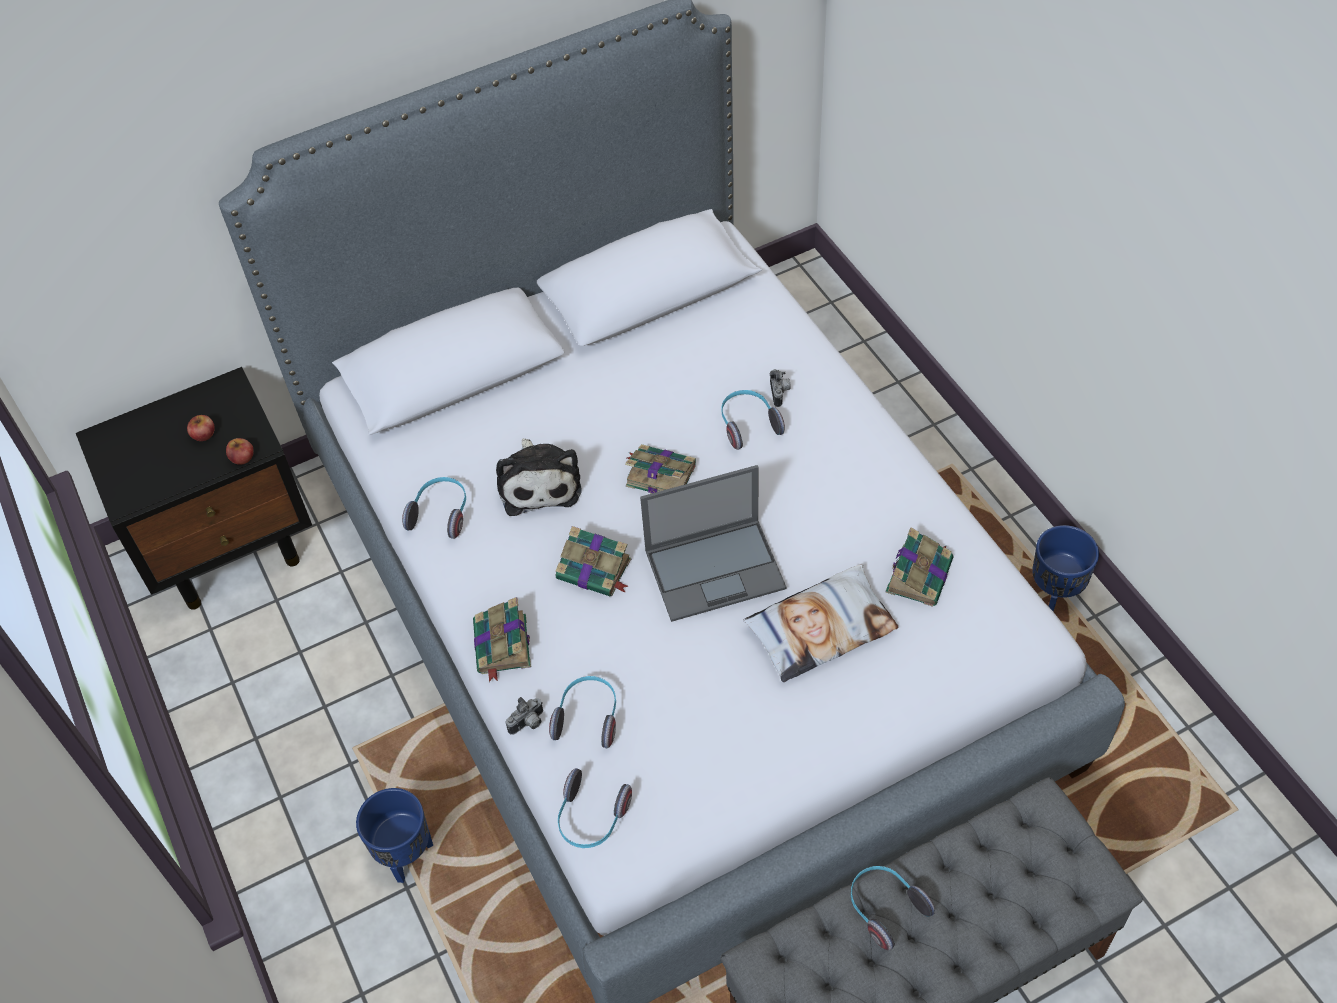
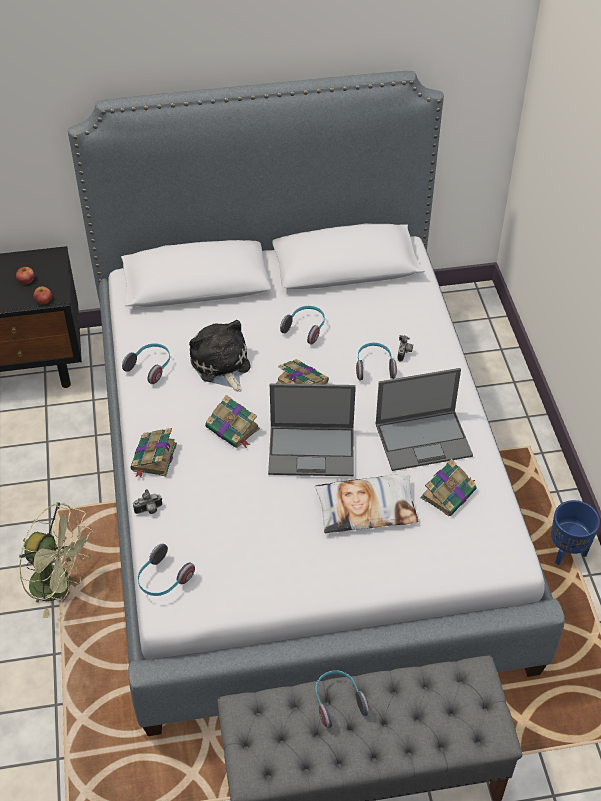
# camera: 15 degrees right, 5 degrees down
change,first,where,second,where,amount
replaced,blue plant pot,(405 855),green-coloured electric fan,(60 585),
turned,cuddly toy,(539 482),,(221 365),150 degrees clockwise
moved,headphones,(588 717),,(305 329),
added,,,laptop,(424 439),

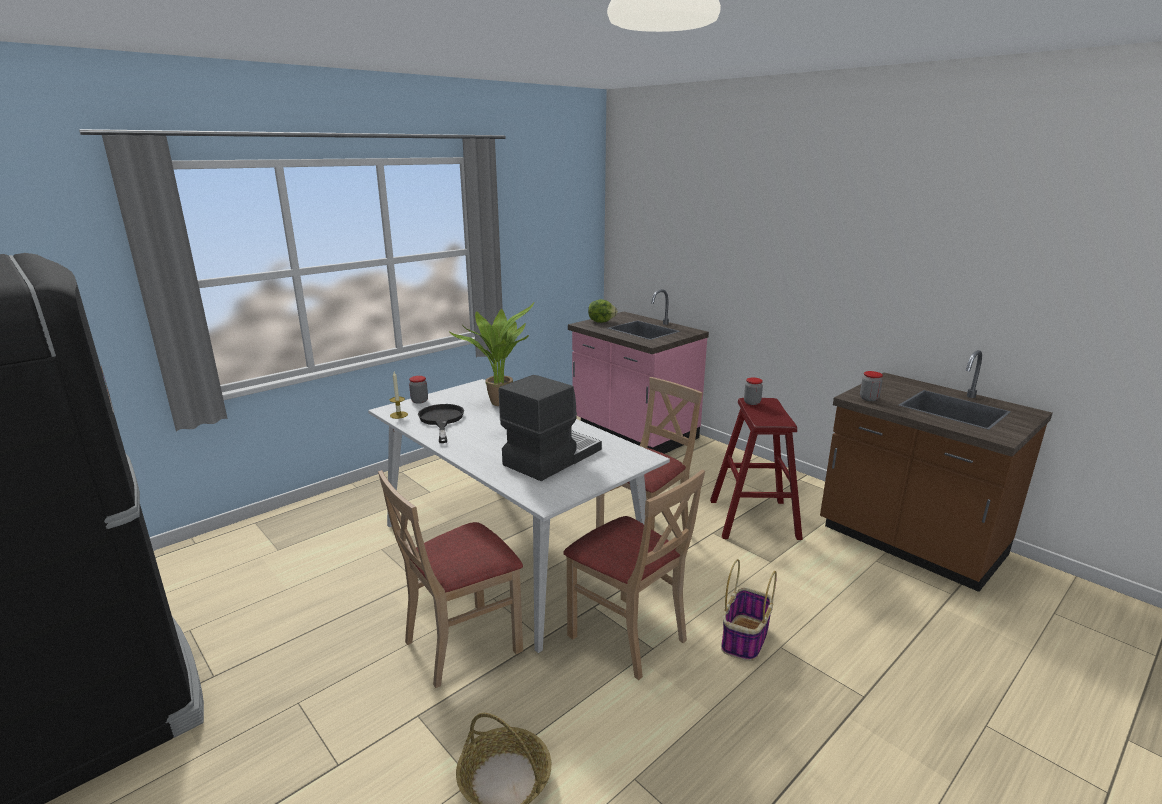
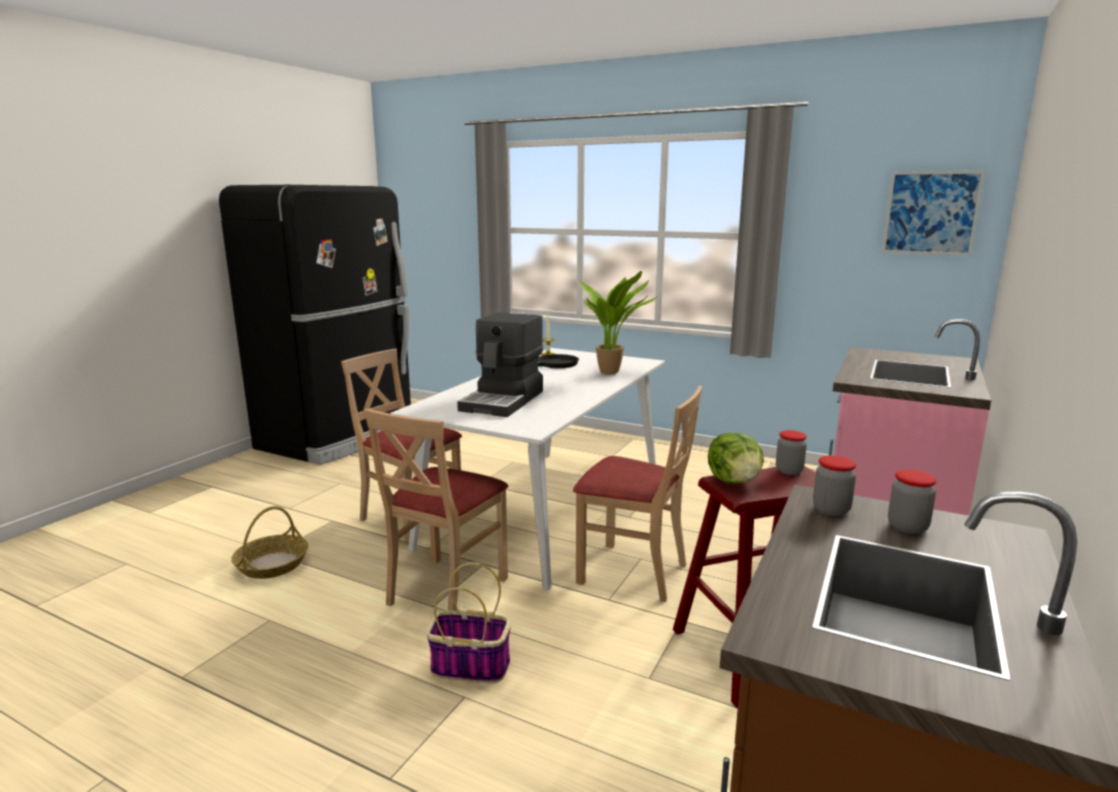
# camera: 70 degrees right, 5 degrees down
change,first,where,second,where,amount
turned,coffee machine,(551 457),,(504 401),90 degrees clockwise
moved,lettuce,(601 321),,(735 481),
added,,,wall art,(931 213),
moved,storage jar,(419 401),,(907 527),

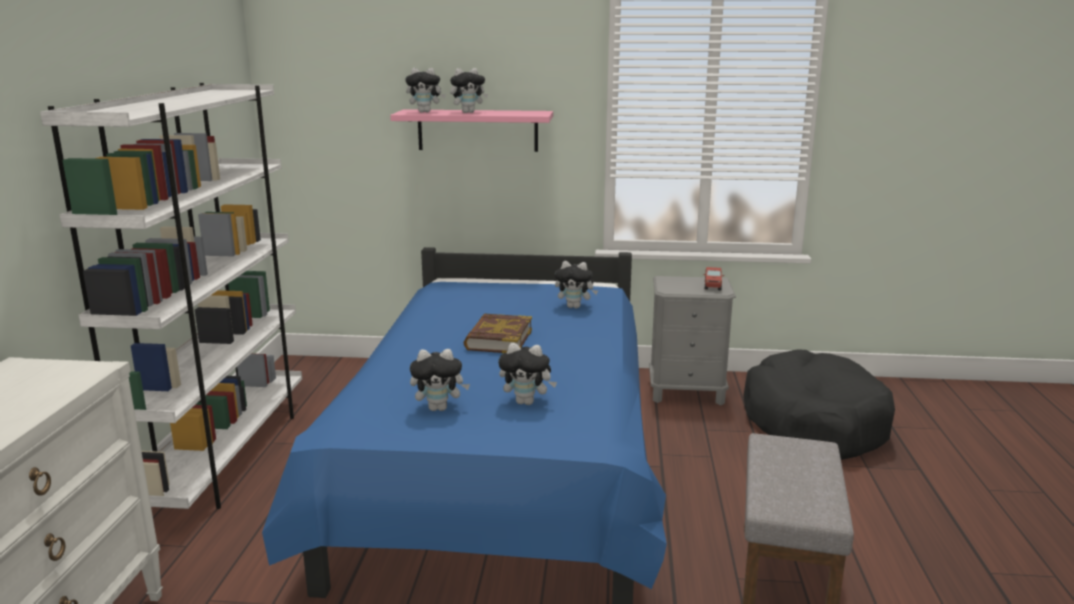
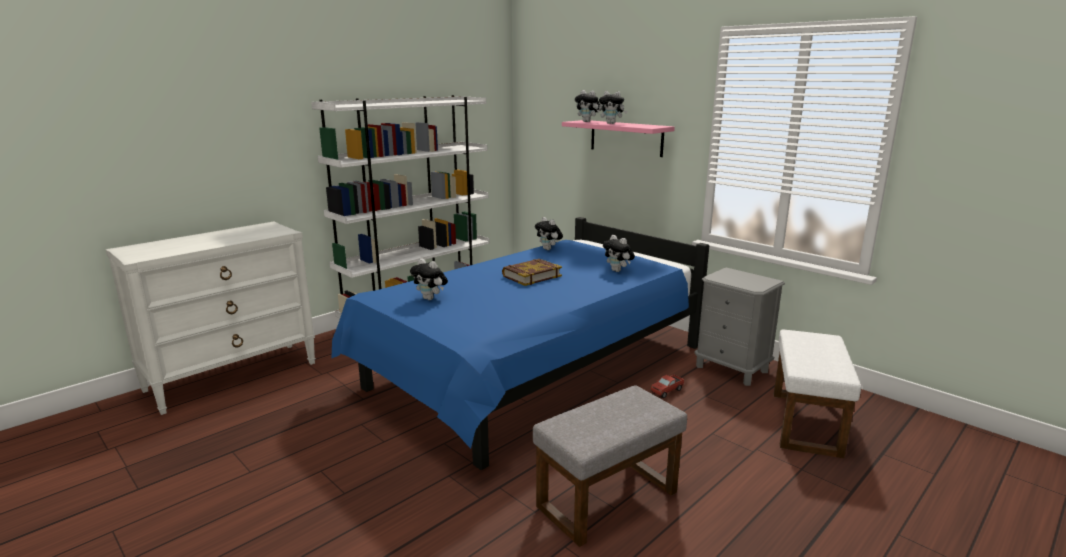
# camera: 40 degrees right, 0 degrees up
change,first,where,second,where,amount
moved,cuddly toy,(527 402),,(549 249),
moved,toy lorry,(712 285),,(667 391),
replaced,blackish dog bed,(814 423),white pouffe,(807 424),

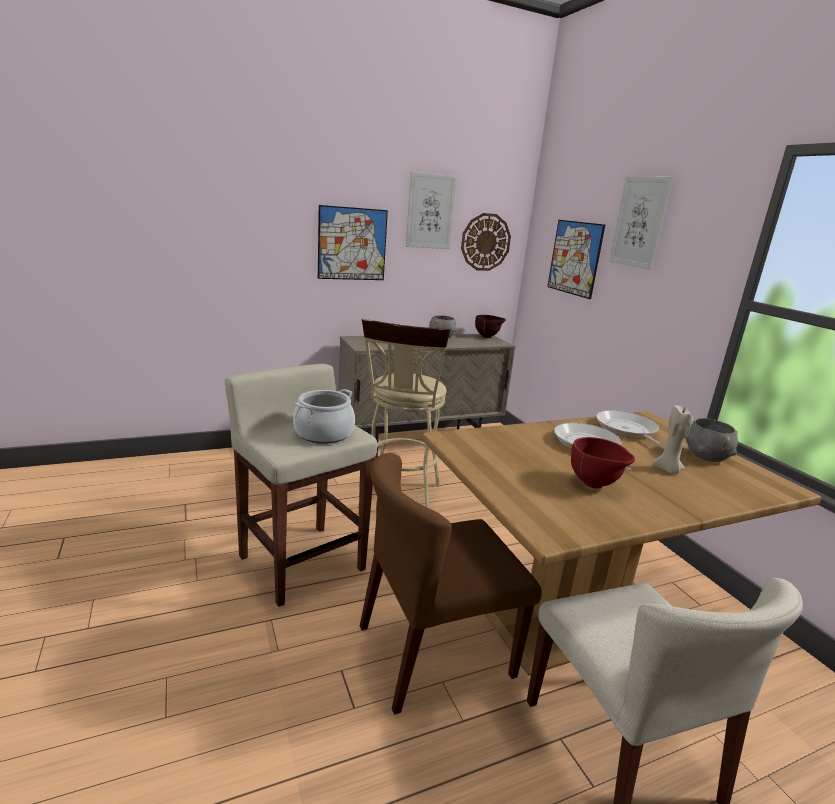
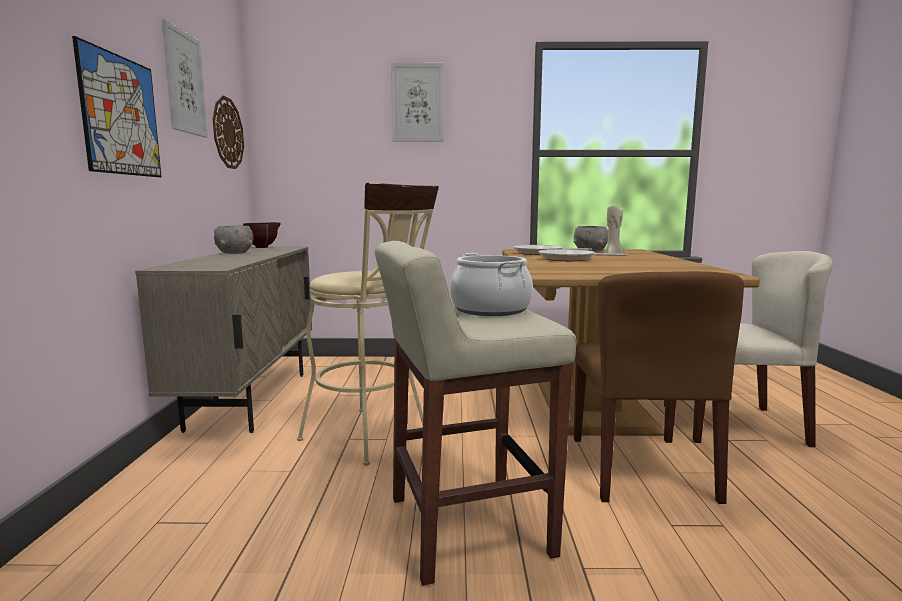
# camera: 65 degrees left, 10 degrees down
change,first,where,second,where,amount
removed,wall art,(574 258),,,
removed,reddish deep dish,(595 485),,,

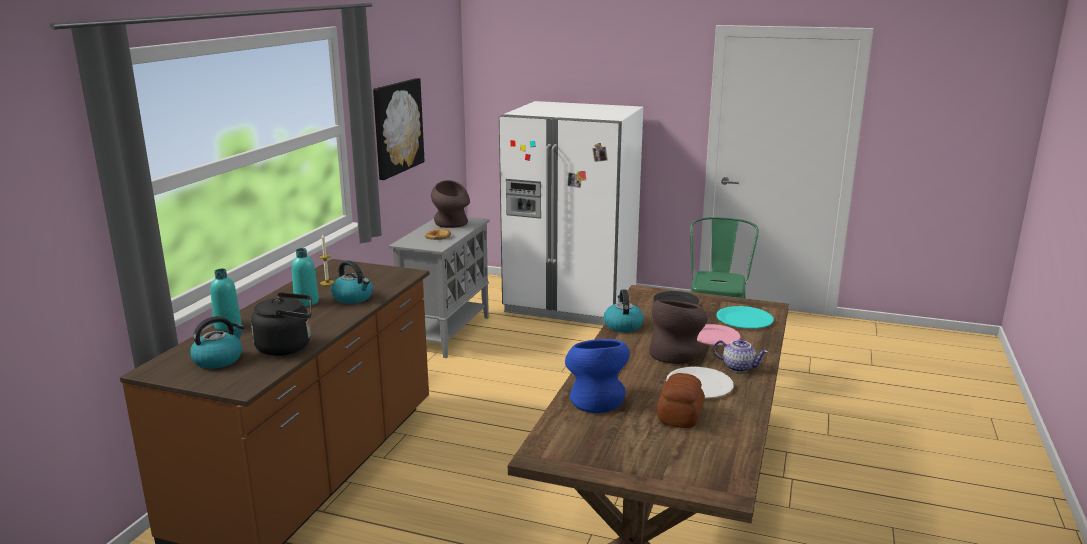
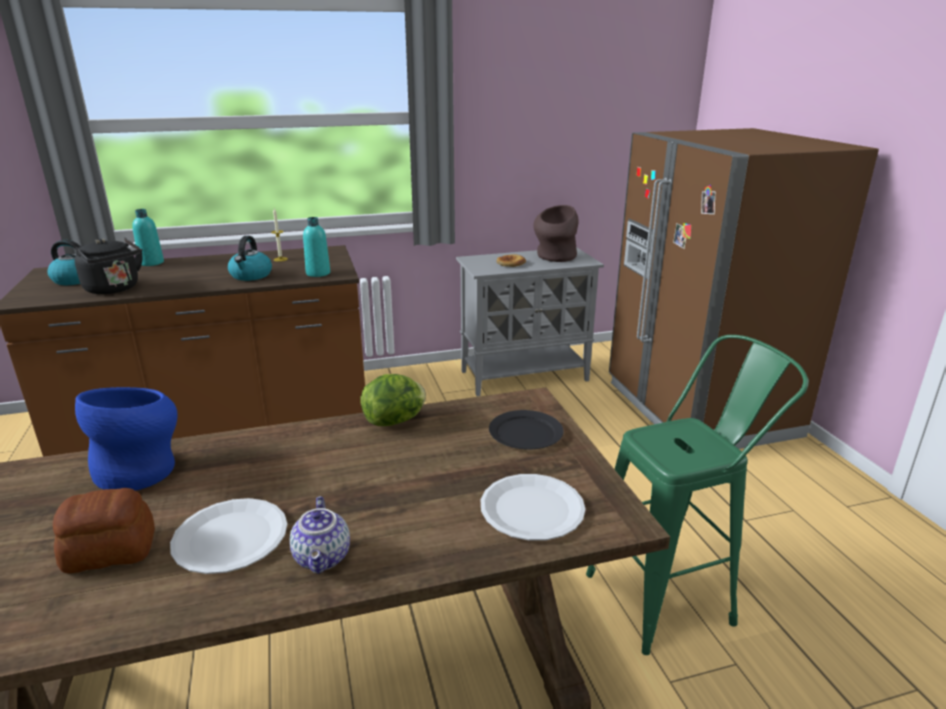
# camera: 55 degrees right, 5 degrees up
change,first,where,second,where,amount
moved,turquoise bottle,(306 302),,(318 273),
replaced,water kettle,(623 325),lettuce,(395 421),
recoloured,turquoise flat dish,(744 319),white flat dish,(532 509),
recoloured,white fridge,(571 304),brownish fridge,(699 409),
removed,wall art,(397 127),,,
removed,brownish flower vase,(676 353),,,
removed,pink-coloured flat dish,(714 337),,,

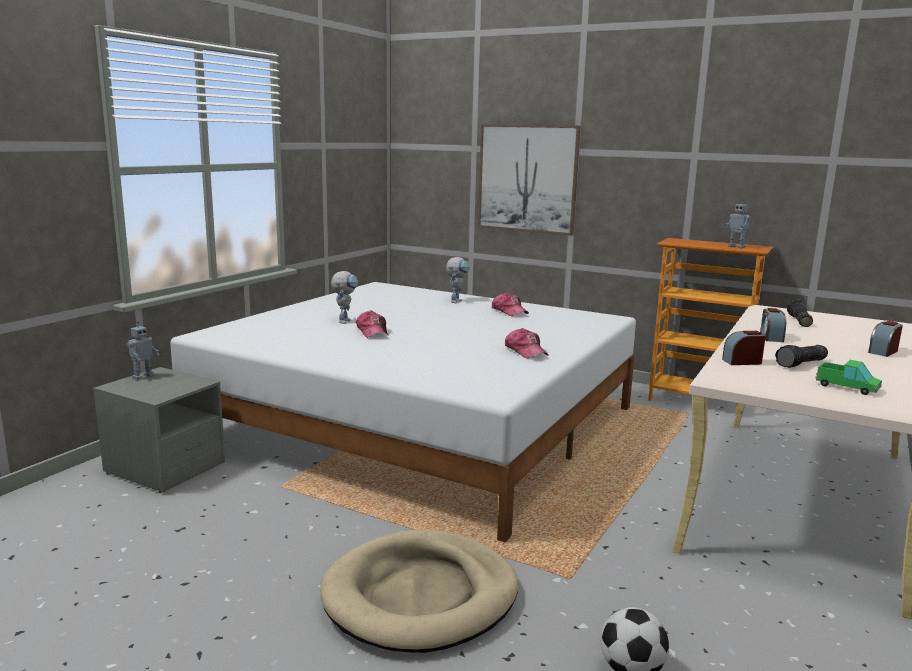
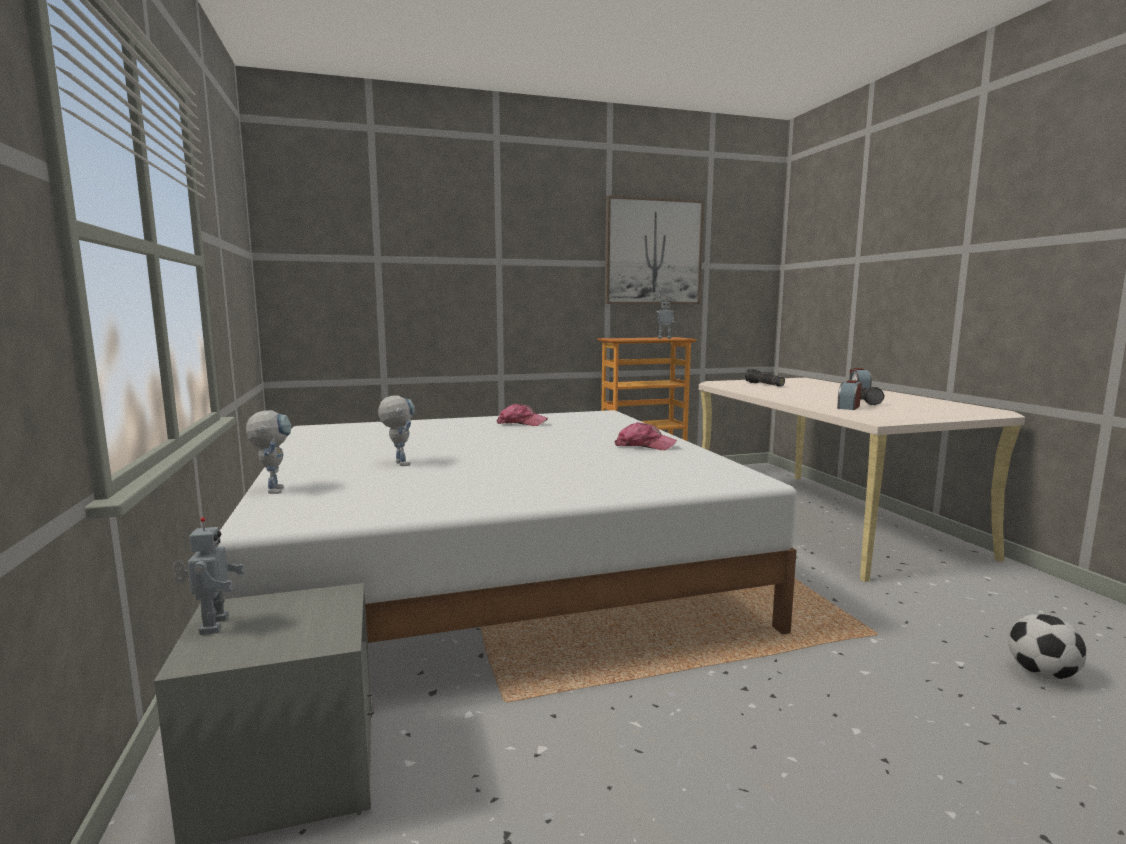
# camera: 45 degrees left, 5 degrees down
change,first,where,second,where,amount
moved,toy robot,(456 301),,(274 489),
moved,wall art,(527 178),,(653 252),
removed,beige-coloured dog bed,(421 596),,,
removed,peaked cap,(373 332),,,
removed,alarm clock,(771 337),,,
removed,toy lorry,(847 387),,,

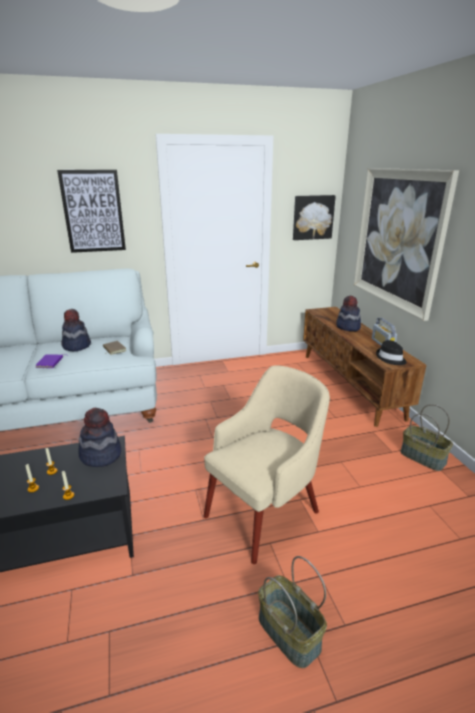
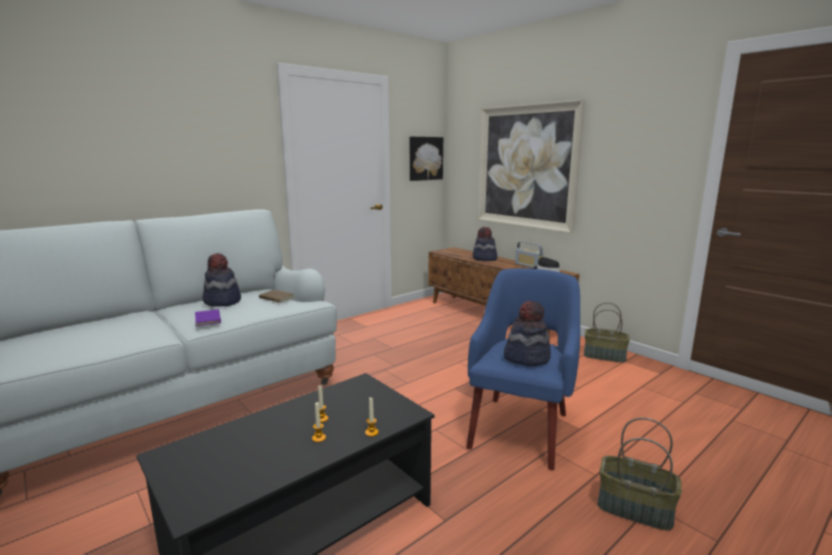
# camera: 25 degrees left, 10 degrees down
change,first,where,second,where,amount
recoloured,beige-coloured lounge chair,(265 512),blue lounge chair,(520 428),
moved,clothing hat,(101 455),,(526 357),
removed,wall art,(93 211),,,

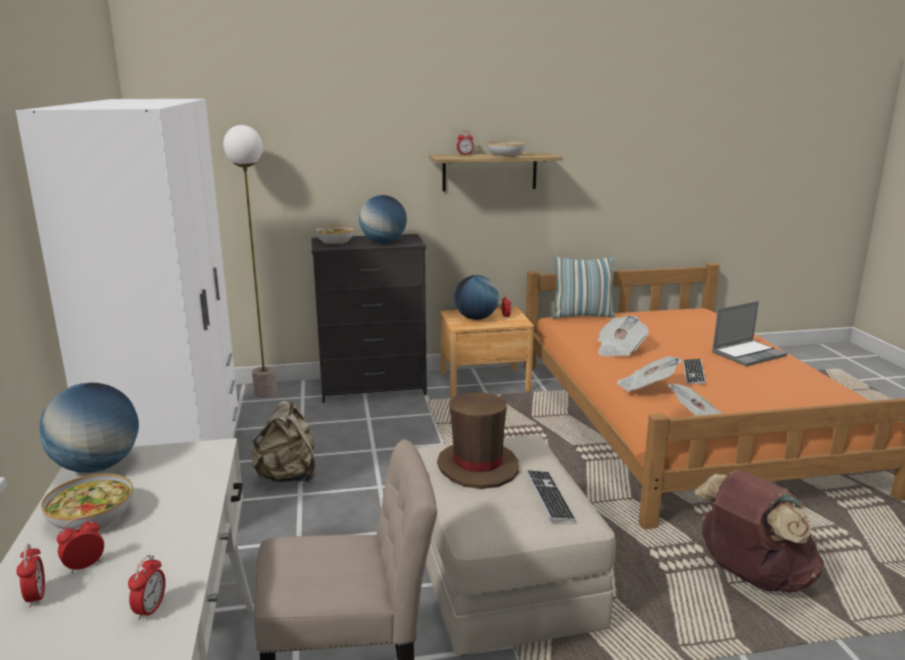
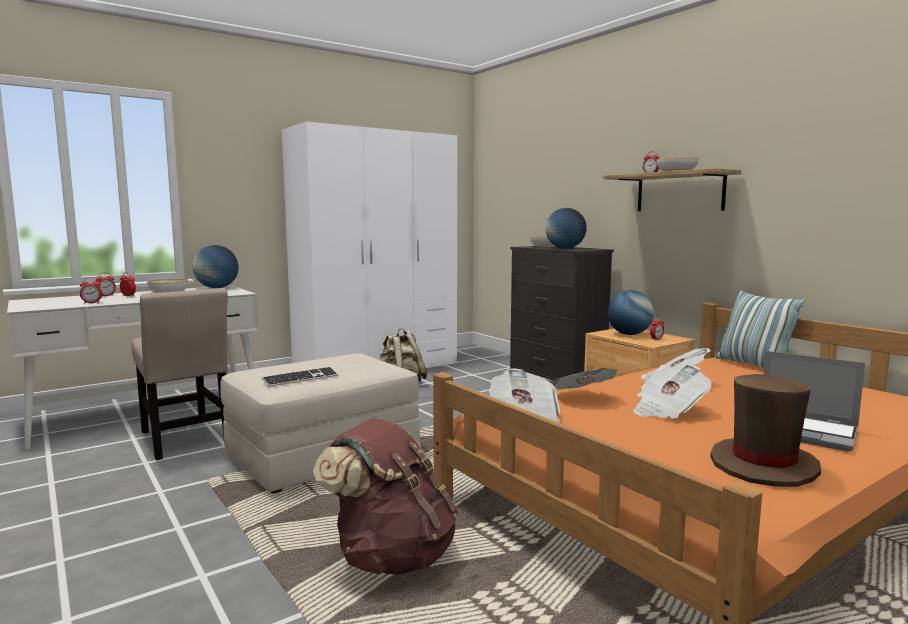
# camera: 65 degrees right, 10 degrees down
change,first,where,second,where,amount
replaced,computer keyboard,(693 373),newspaper,(668 411),
moved,brownish clothing hat,(478 466),,(764 465),
removed,standard lamp,(265 393),,,

